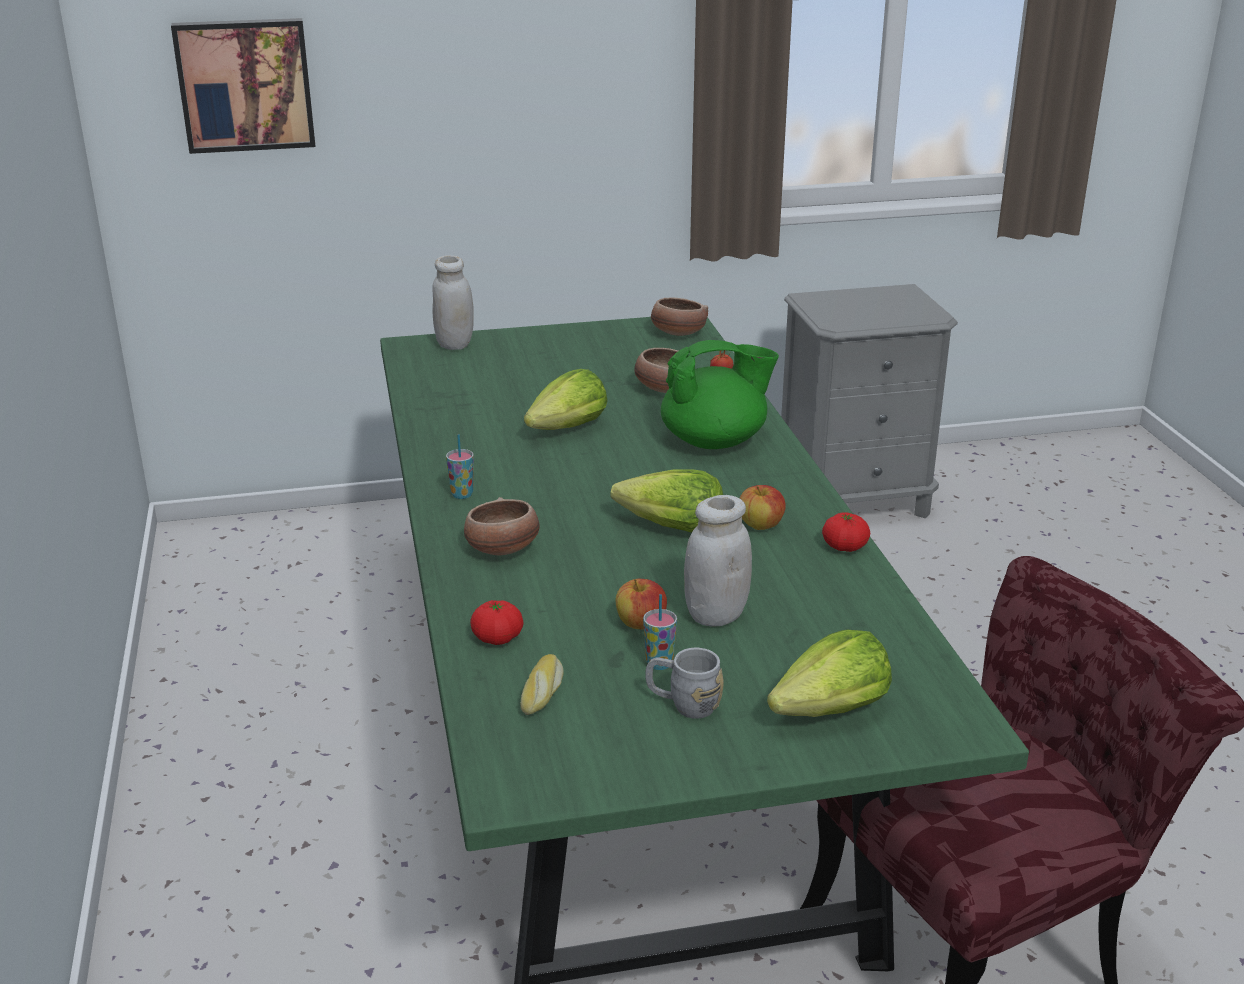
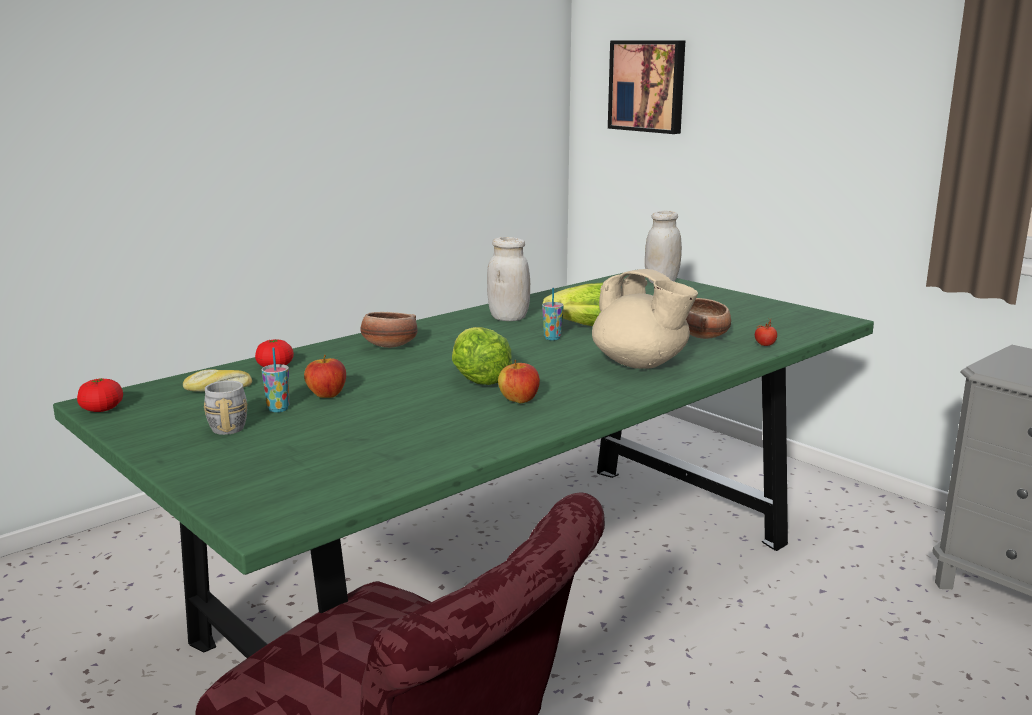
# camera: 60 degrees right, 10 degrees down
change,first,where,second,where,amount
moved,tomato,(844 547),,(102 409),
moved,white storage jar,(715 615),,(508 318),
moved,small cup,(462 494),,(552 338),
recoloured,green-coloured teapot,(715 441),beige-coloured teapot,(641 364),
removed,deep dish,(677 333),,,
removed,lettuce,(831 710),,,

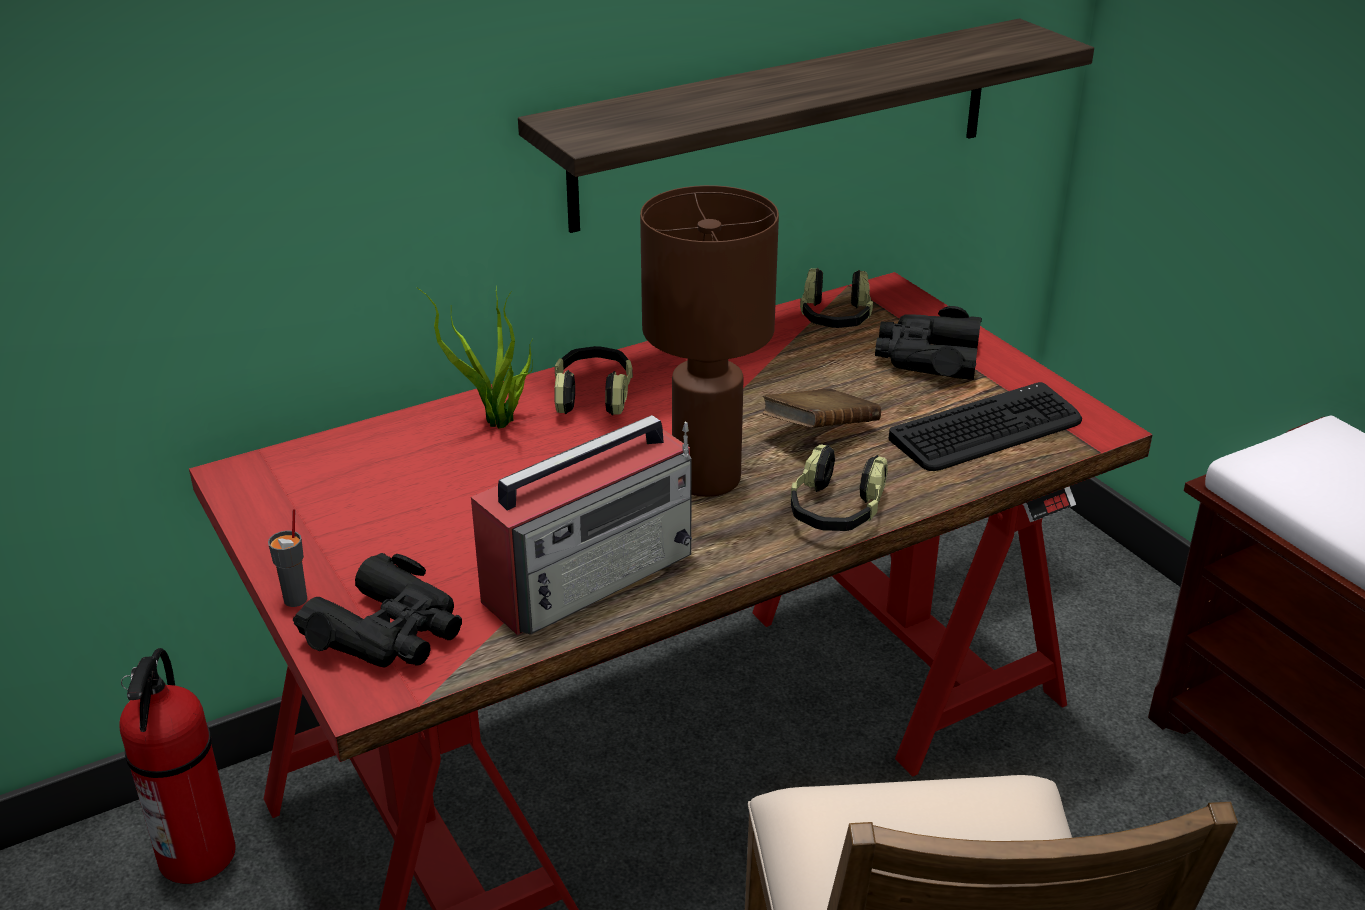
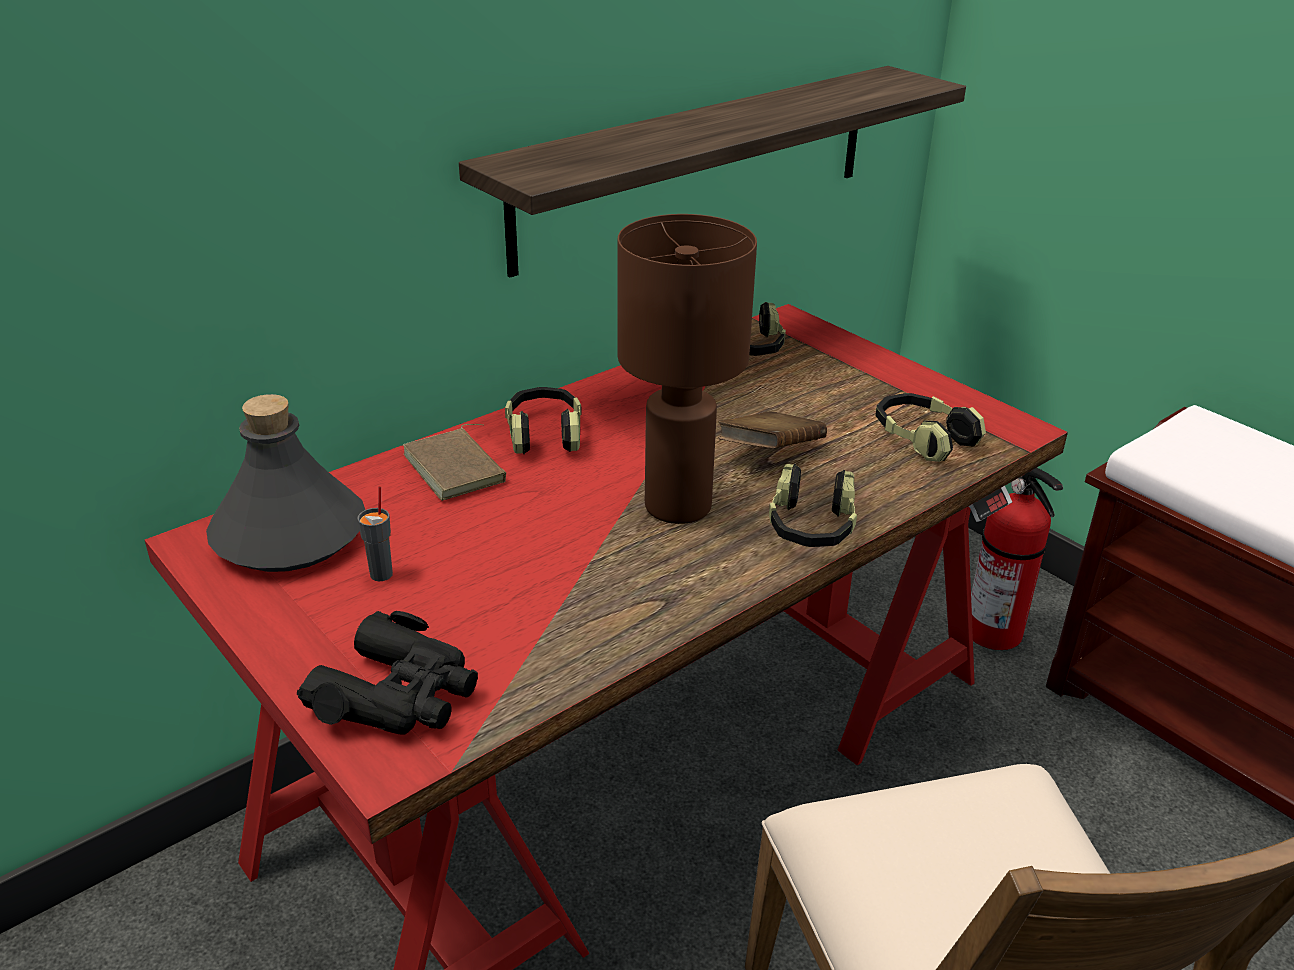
# camera: 10 degrees left, 0 degrees up
change,first,where,second,where,amount
added,,,gray bottle,(288 535),
moved,gray small cup,(296 599),,(382 574),
replaced,potted plant,(498 423),brownish volume,(458 468),
replaced,computer keyboard,(987 430),headphones,(922 439),
moved,fire extinguisher,(198 856),,(995 632),
removed,radio,(592 575),,,
removed,blackish field glasses,(927 357),,,

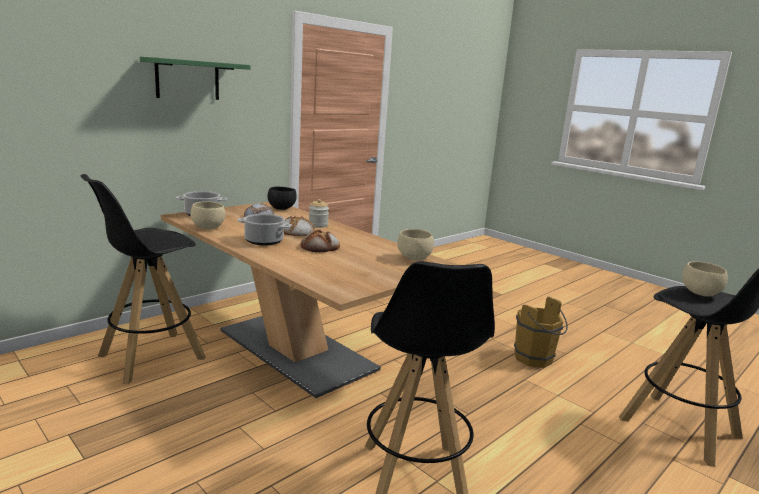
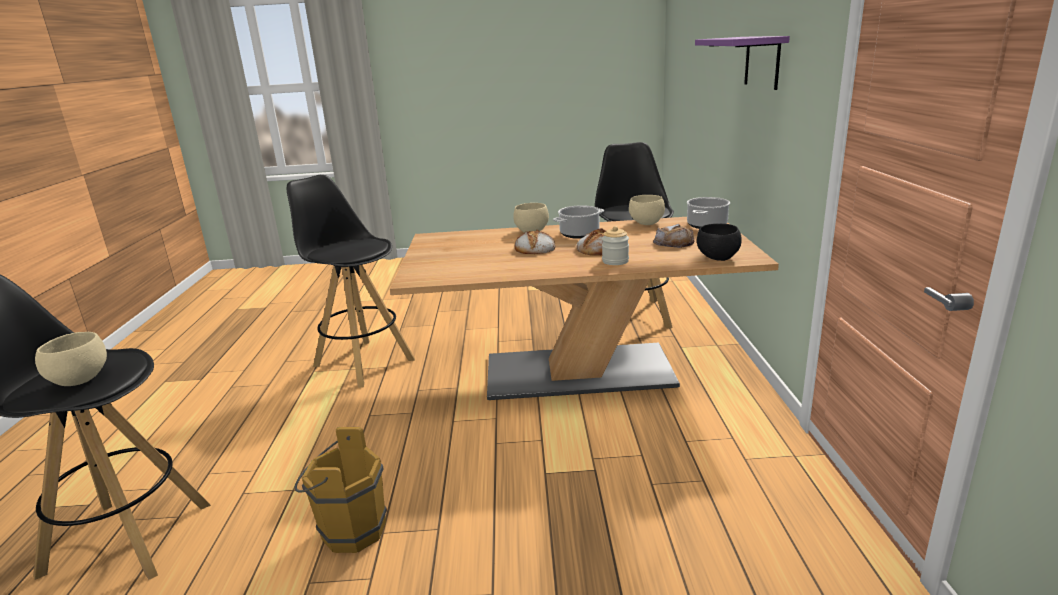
# camera: 135 degrees right, 5 degrees up
change,first,where,second,where,amount
moved,beige-coloured deep dish,(415 259),,(531 231),
recoloured,green-coloured wall shelf,(187 79),purplish wall shelf,(762 61),

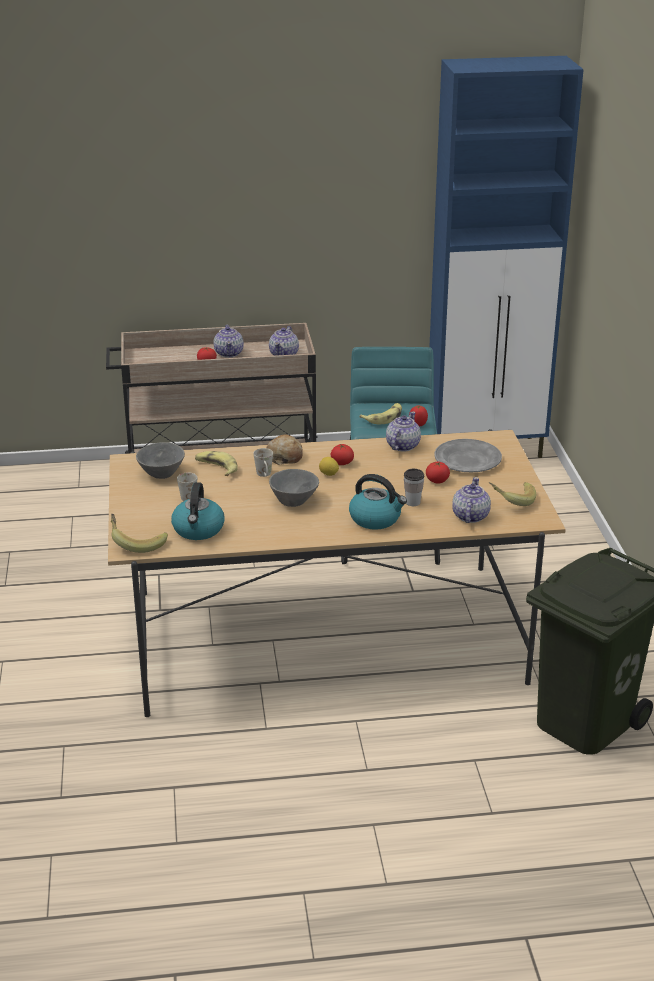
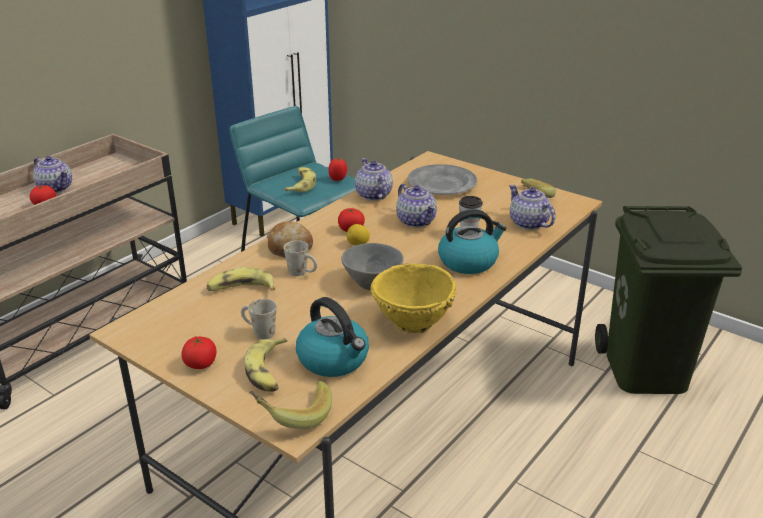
# camera: 45 degrees left, 0 degrees up
change,first,where,second,where,amount
moved,tomato,(437 481),,(200 364),
added,,,whole banana,(268 371),
added,,,yellow deep dish,(413 323),
moved,teapot,(284 354),,(416 221),
removed,gray deep dish,(160 473),,,

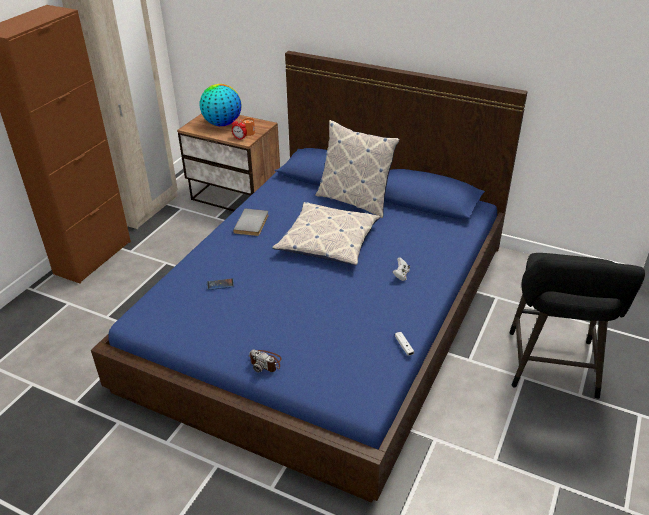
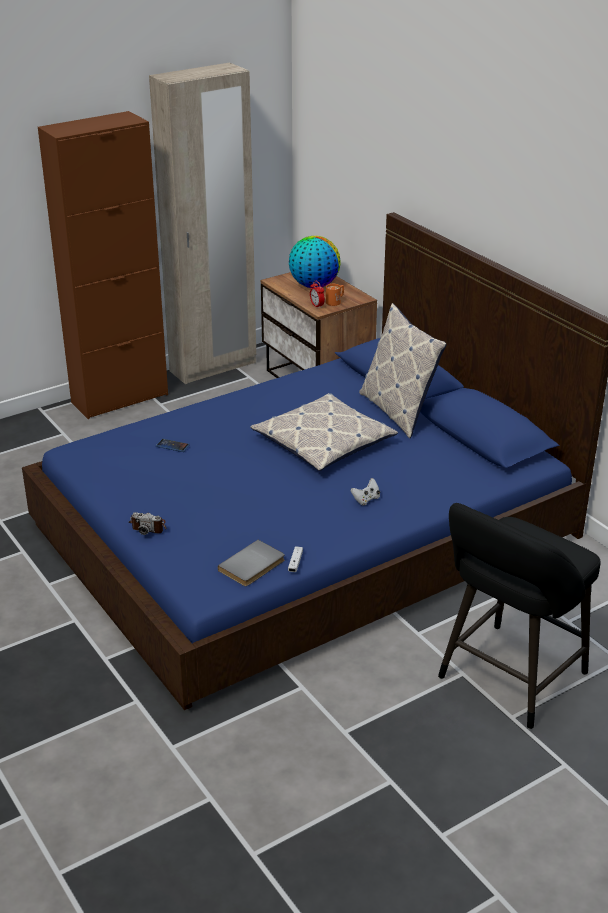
# camera: 30 degrees right, 5 degrees down
change,first,where,second,where,amount
turned,still camera,(266 362),,(149 526),45 degrees counterclockwise
moved,gray volume,(253 224),,(253 566),

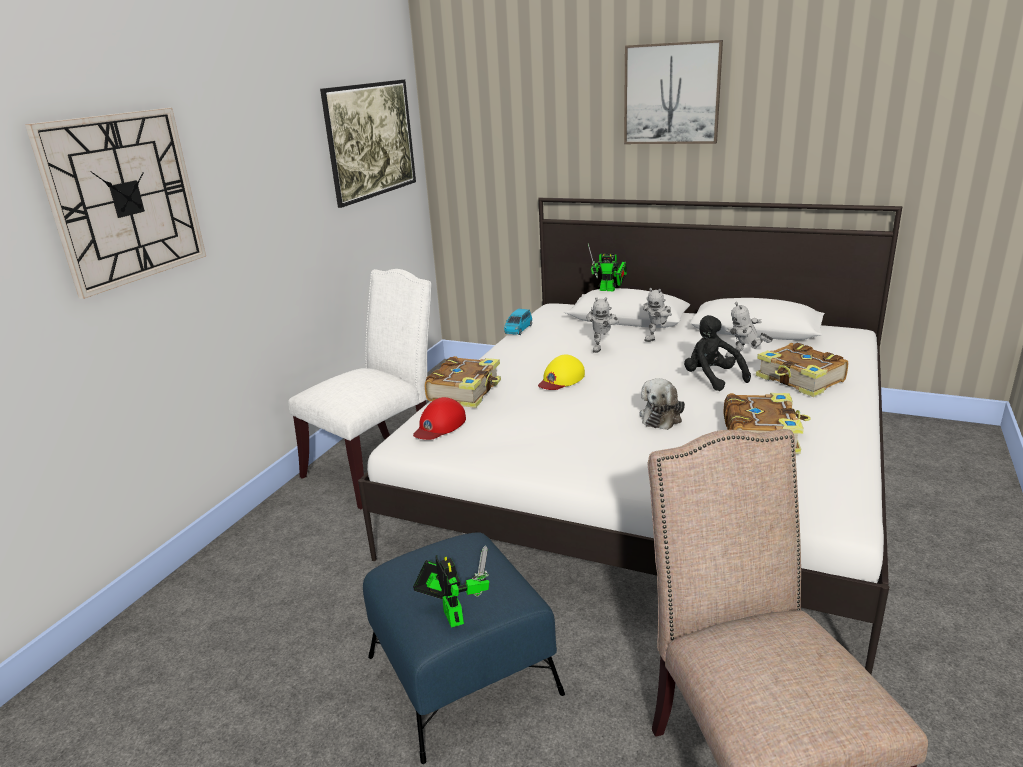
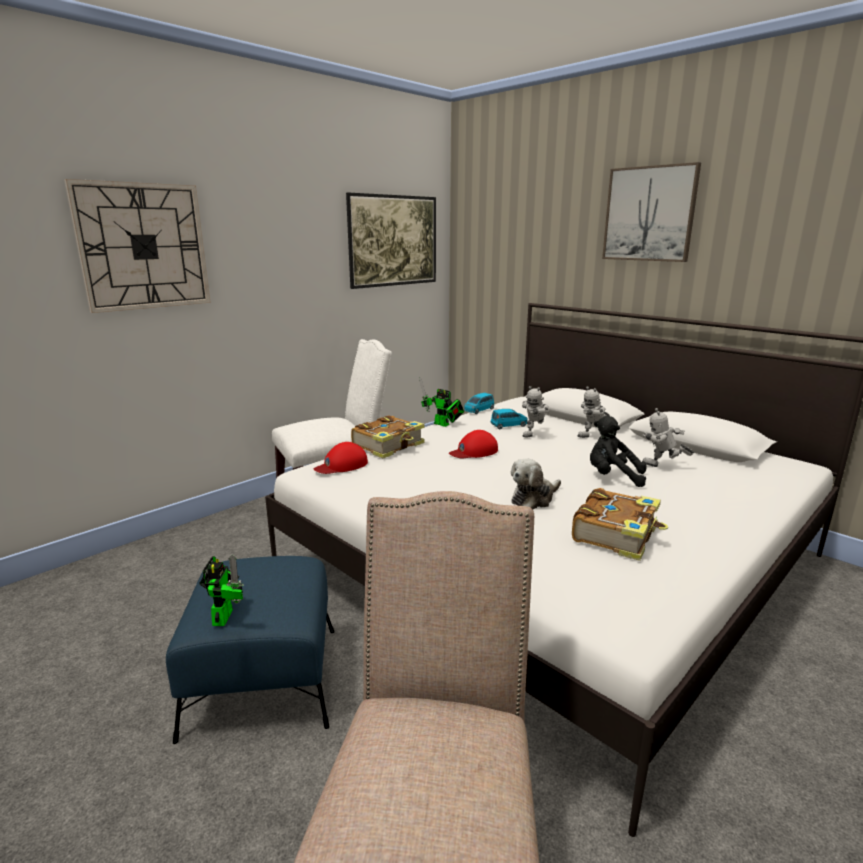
# camera: 20 degrees right, 5 degrees down
change,first,where,second,where,amount
moved,toy robot,(609 290),,(443 424),
recoloured,yellow peaked cap,(561 379),reddish peaked cap,(474 451),
added,,,blue toy car,(509 425),
turned,blackish cuddly toy,(712 378),,(613 477),60 degrees counterclockwise
removed,volume,(800 380),,,

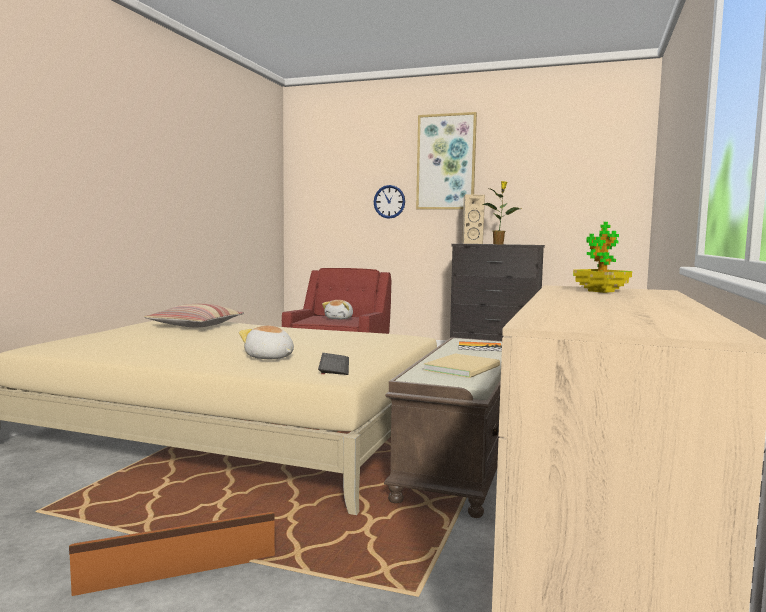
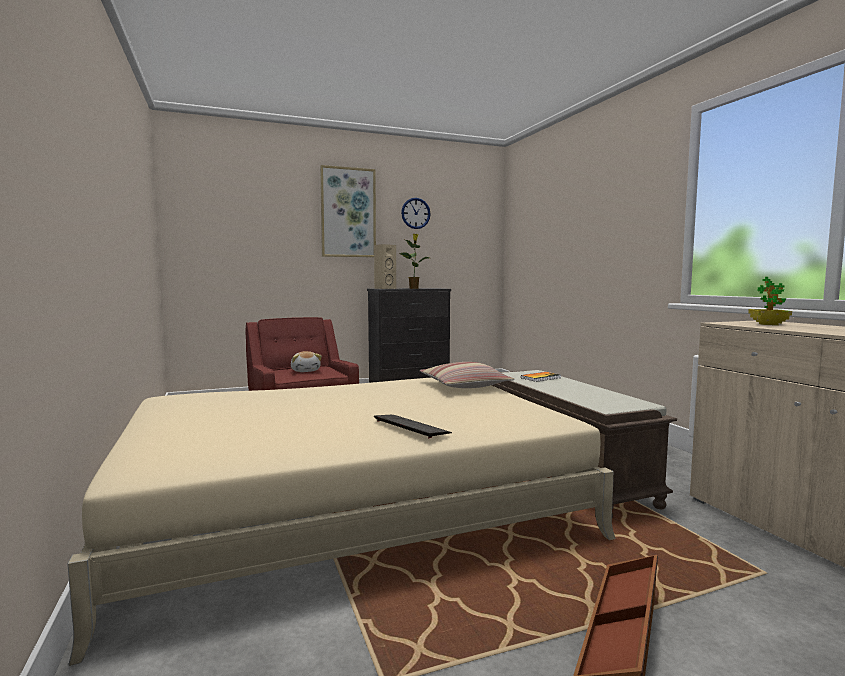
# camera: 40 degrees left, 0 degrees up
change,first,where,second,where,amount
moved,computer keyboard,(334 365),,(410 427),
moved,hanging clock,(389 201),,(415 213),
moved,throw pillow,(195 325),,(464 386),
removed,cuddly toy,(269 358),,,
removed,beige-coloured volume,(465 368),,,

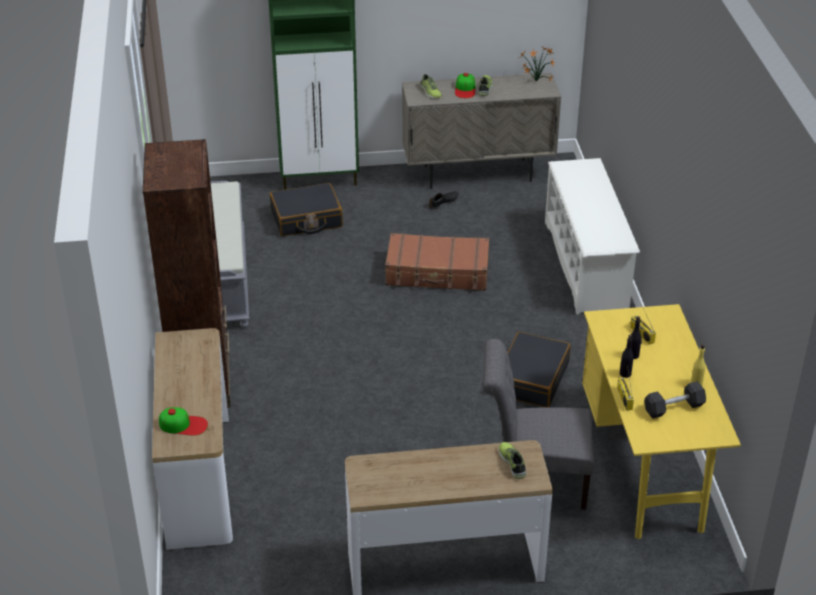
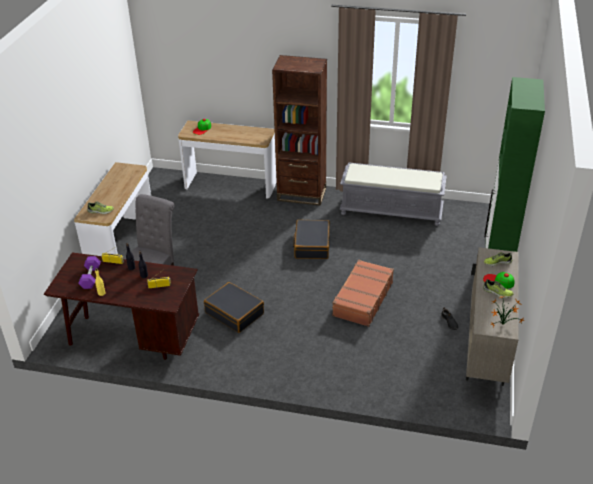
# camera: 110 degrees right, 0 degrees up
change,first,where,second,where,amount
recoloured,yellow desk,(645 465),brownish desk,(133 339),
recoloured,gray free weight,(673 408),purplish free weight,(91 277),
moved,blackish suitcase,(306 219),,(312 245),
removed,white shoe shelf,(586 264),,,

